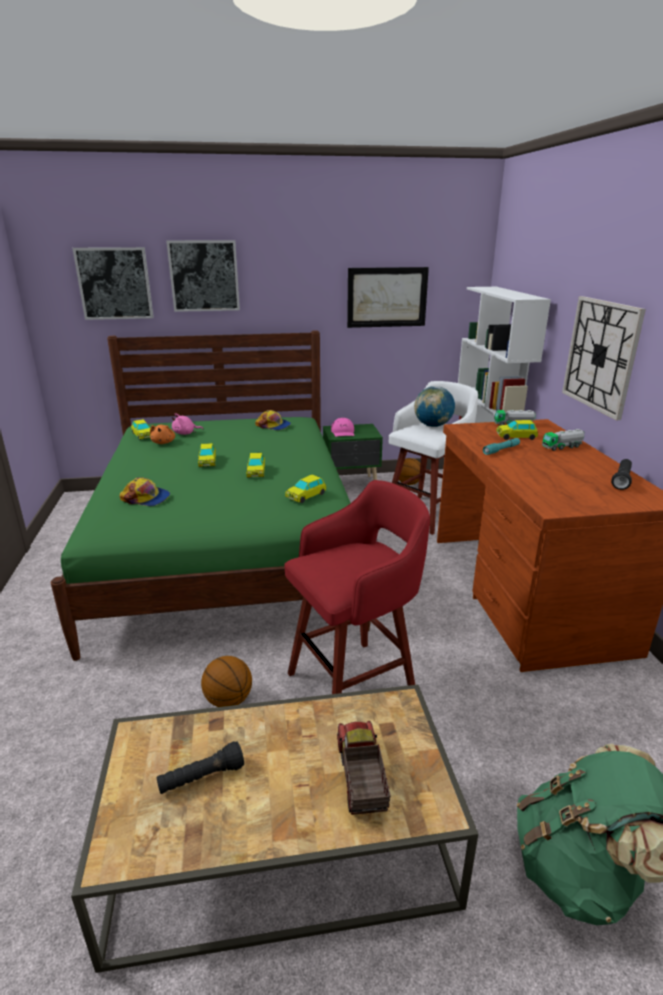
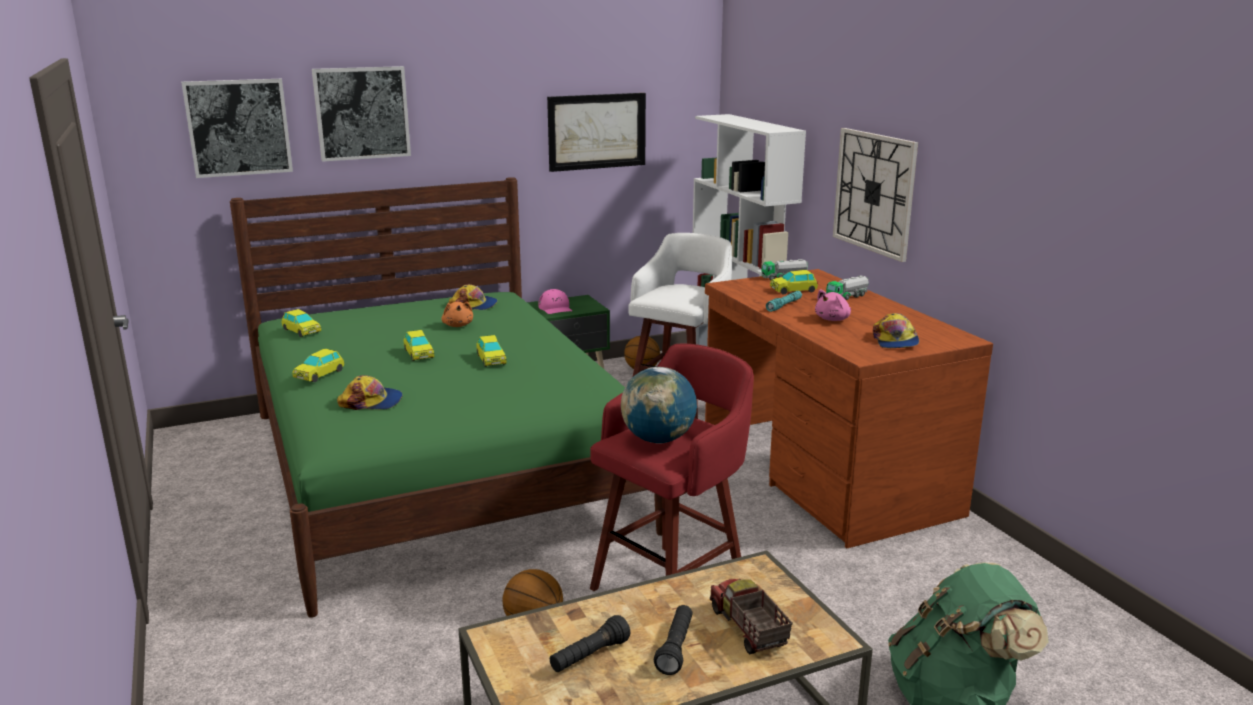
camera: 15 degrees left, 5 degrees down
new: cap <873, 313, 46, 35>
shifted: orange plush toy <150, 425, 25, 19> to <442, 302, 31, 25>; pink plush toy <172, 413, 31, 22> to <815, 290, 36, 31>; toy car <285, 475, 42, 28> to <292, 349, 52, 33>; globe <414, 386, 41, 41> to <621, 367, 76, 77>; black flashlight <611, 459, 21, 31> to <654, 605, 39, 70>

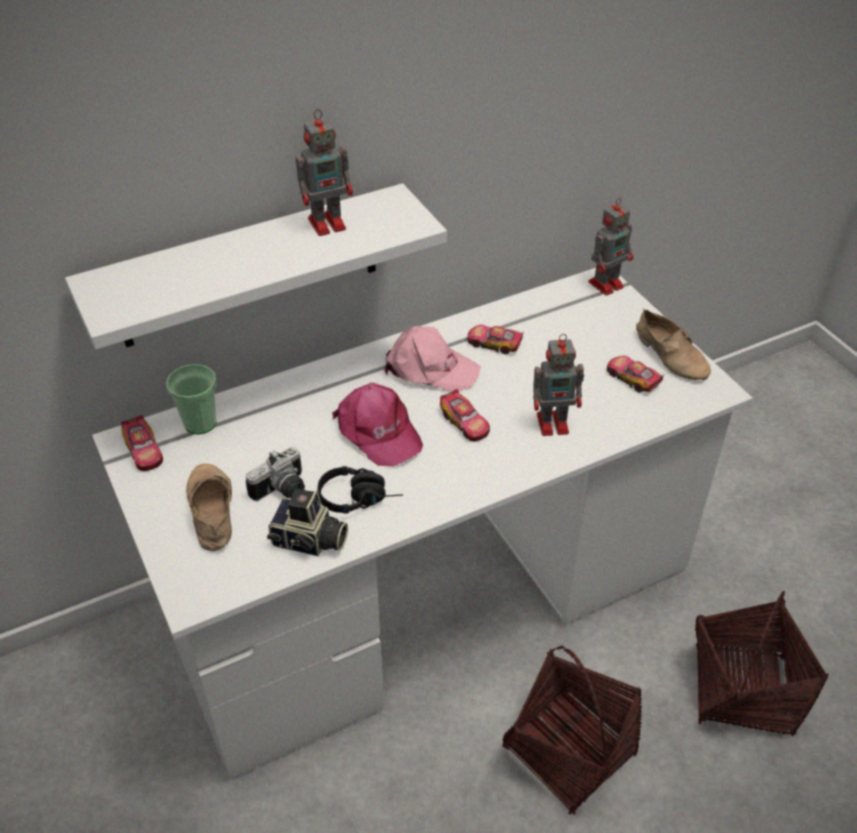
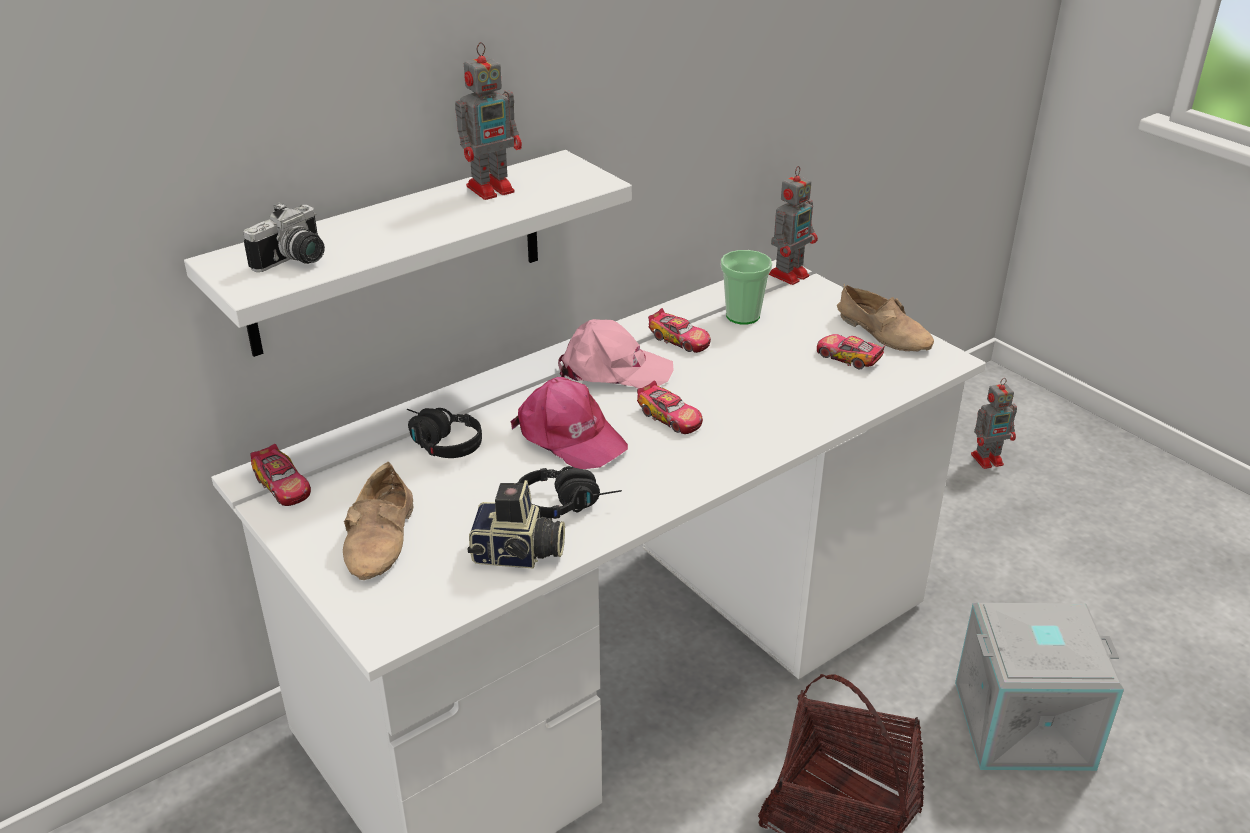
camera: 10 degrees left, 10 degrees down
new: black headphones <407, 408, 75, 50>
shifted: cup <166, 364, 51, 70> to <721, 250, 51, 75>; photo camera <246, 447, 59, 54> to <243, 203, 82, 69>; toy robot <533, 334, 51, 102> to <971, 378, 46, 91>
swapped: basket <695, 591, 133, 146> to grey storage box <955, 603, 169, 168>
rotated: beige shoe <186, 464, 46, 87> = <343, 462, 70, 118> 150 degrees counterclockwise; toy car <468, 325, 56, 29> = <648, 308, 63, 45> 150 degrees counterclockwise

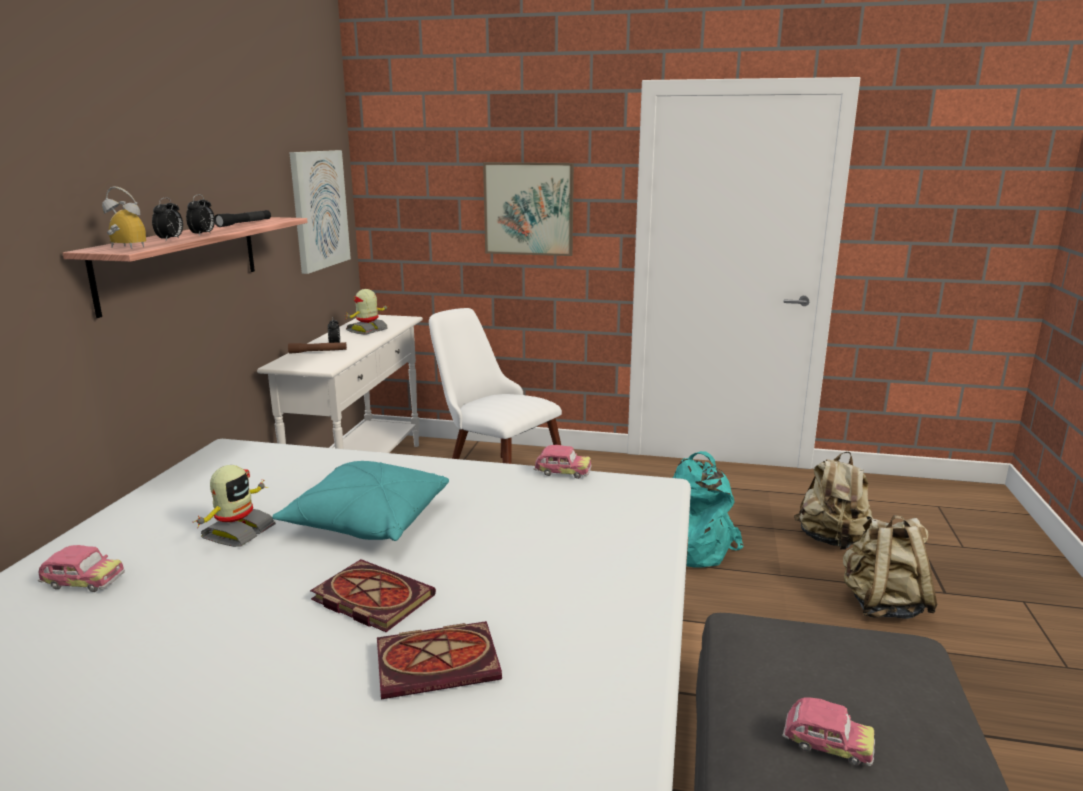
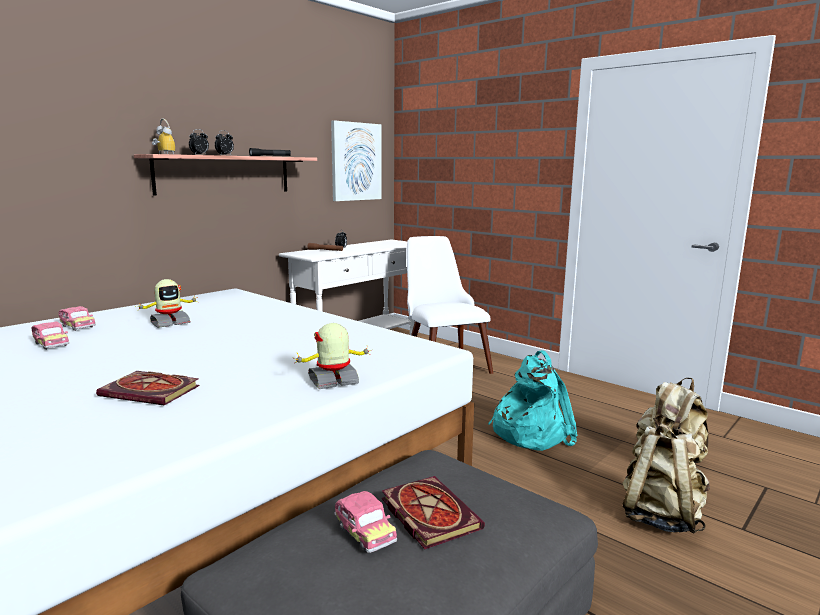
camera: 30 degrees right, 5 degrees down
gone: turquoise pillow <272, 461, 177, 80>; picture <483, 162, 91, 94>
shifted: book <310, 559, 126, 73> to <382, 476, 103, 73>; toy robot <345, 289, 43, 46> to <293, 323, 78, 66>; toy car <534, 445, 58, 34> to <31, 321, 38, 29>

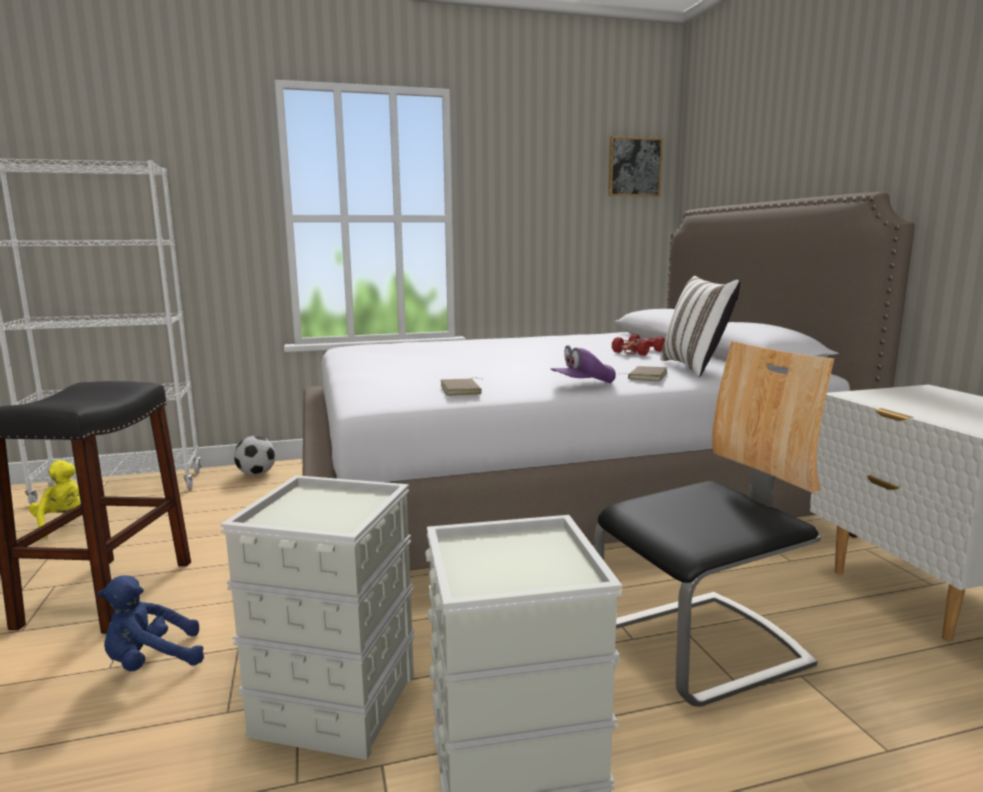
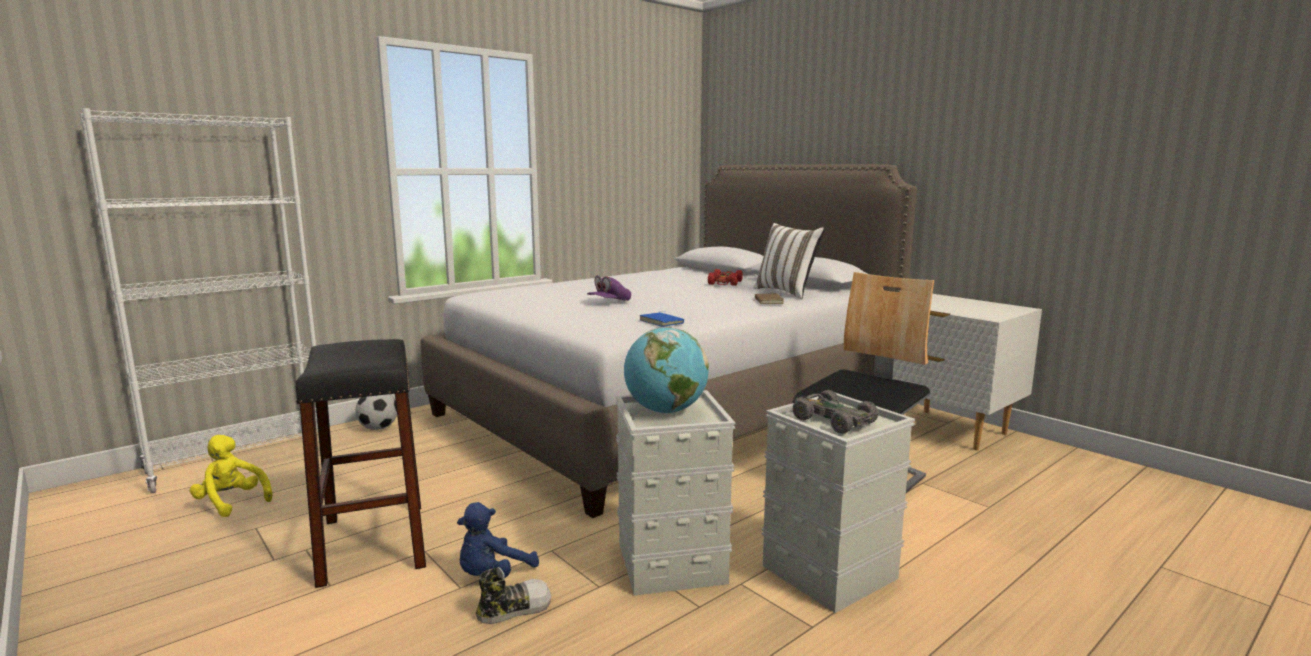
camera: 25 degrees left, 0 degrees up
gone: picture <608, 136, 55, 61>
new: shoe <476, 567, 75, 57>; globe <624, 327, 85, 86>; grey toy car <793, 390, 86, 44>
shifted: purple cap <551, 345, 65, 38> to <587, 275, 44, 26>
repainted: brown book <441, 377, 40, 19> to blue book <640, 311, 44, 16>

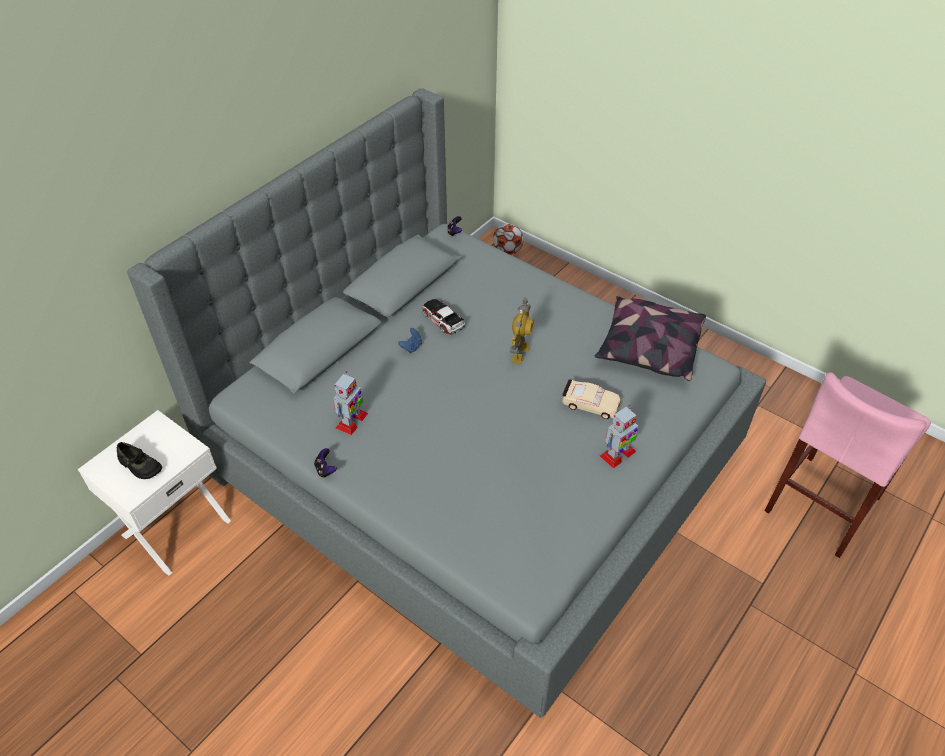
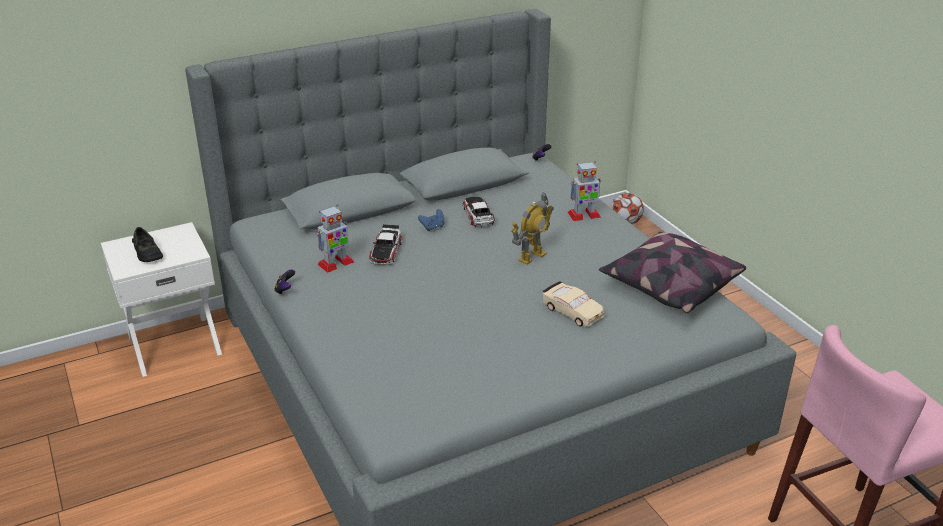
camera: 25 degrees right, 15 degrees down
new: toy car <369, 224, 33, 41>
shifted: toy robot <600, 405, 38, 63> to <568, 161, 33, 60>

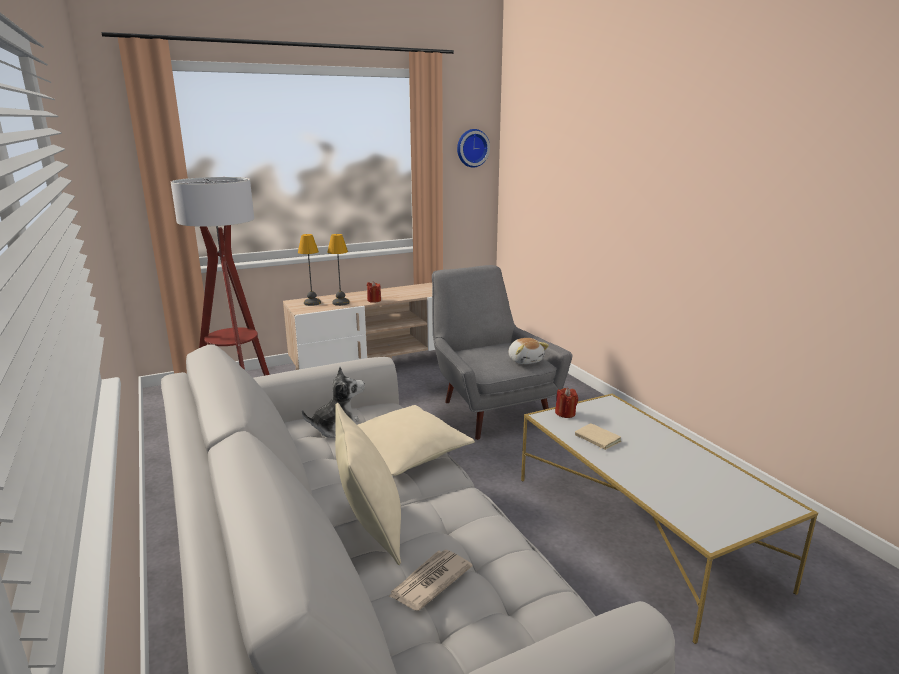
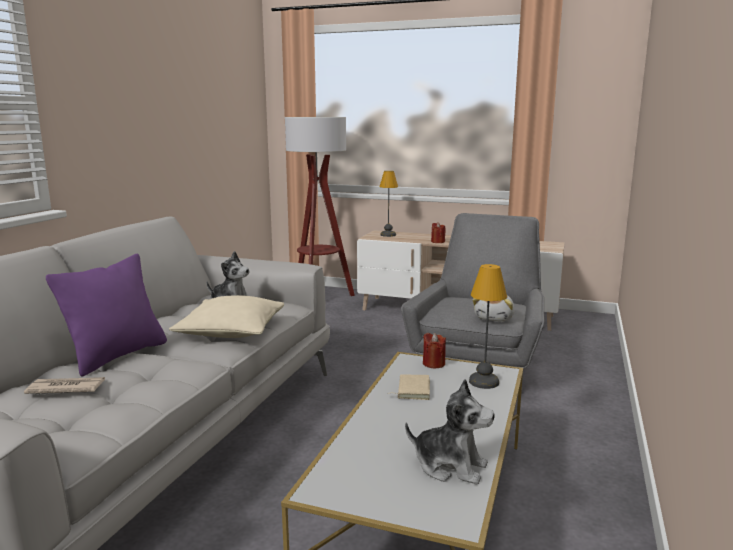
camera: 45 degrees right, 5 degrees down
gone: wall clock <457, 129, 33, 39>
new: plush toy <405, 379, 89, 106>
shifted: table lamp <327, 234, 23, 72> to <469, 264, 38, 125>
repainted: beige pillow <335, 403, 66, 162> to purple pillow <46, 254, 121, 123>

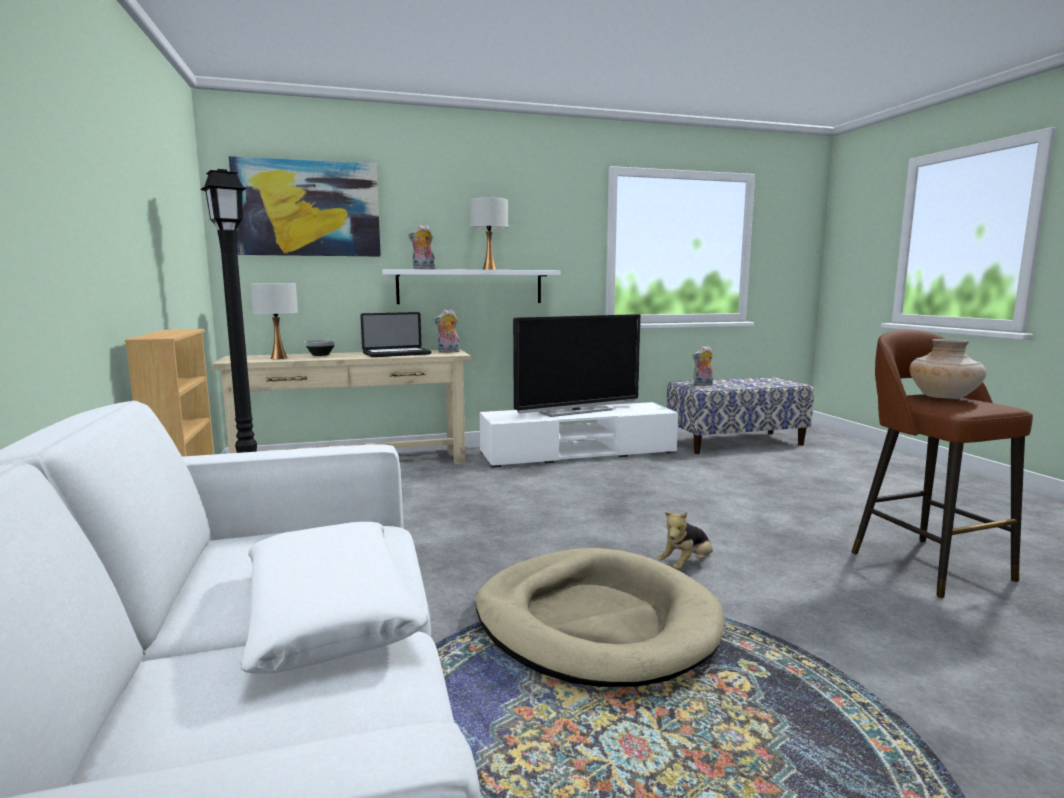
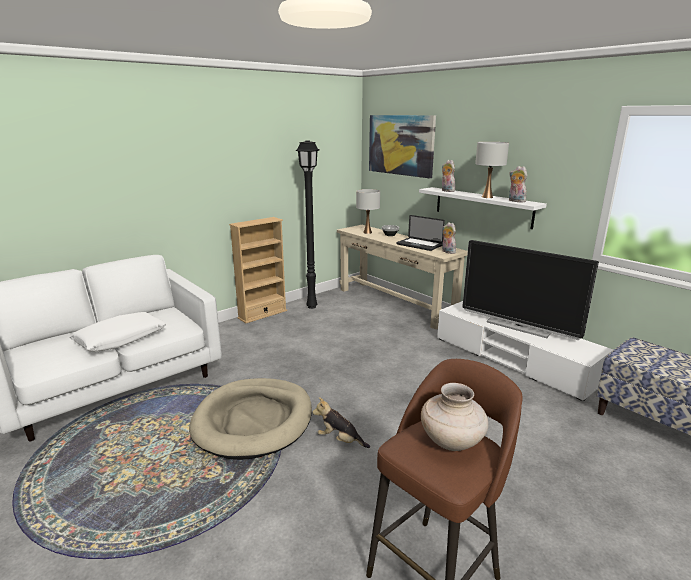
camera: 65 degrees right, 10 degrees up
shifted: plush toy <692, 346, 21, 40> to <509, 166, 18, 36>

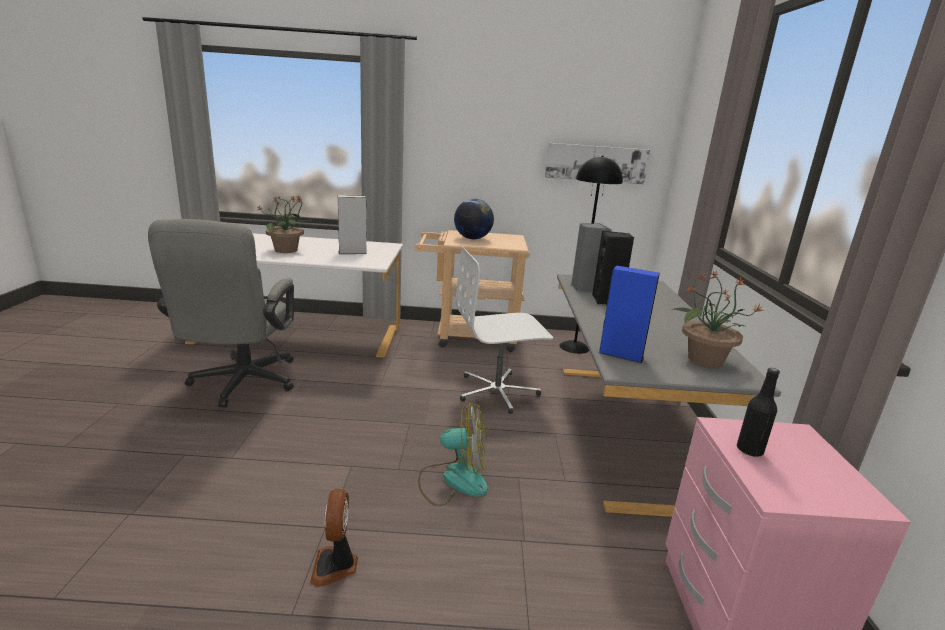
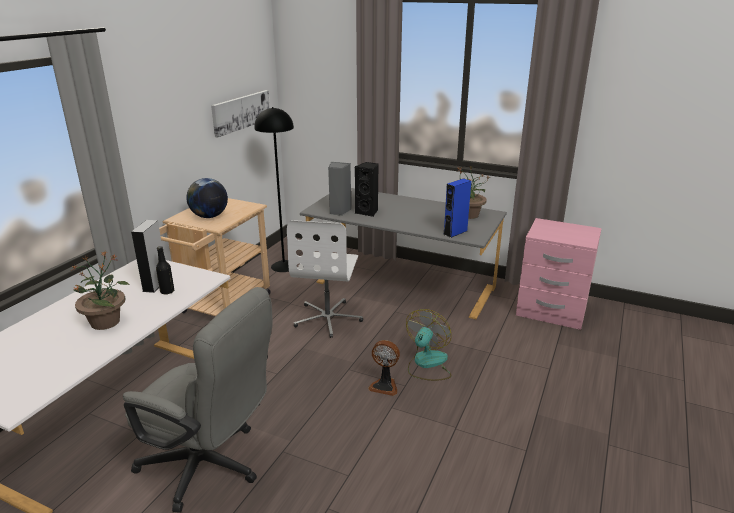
camera: 65 degrees left, 5 degrees up
shifted: fan <310, 489, 48, 98> to <368, 340, 32, 56>; black bottle <737, 368, 43, 89> to <156, 246, 18, 49>

